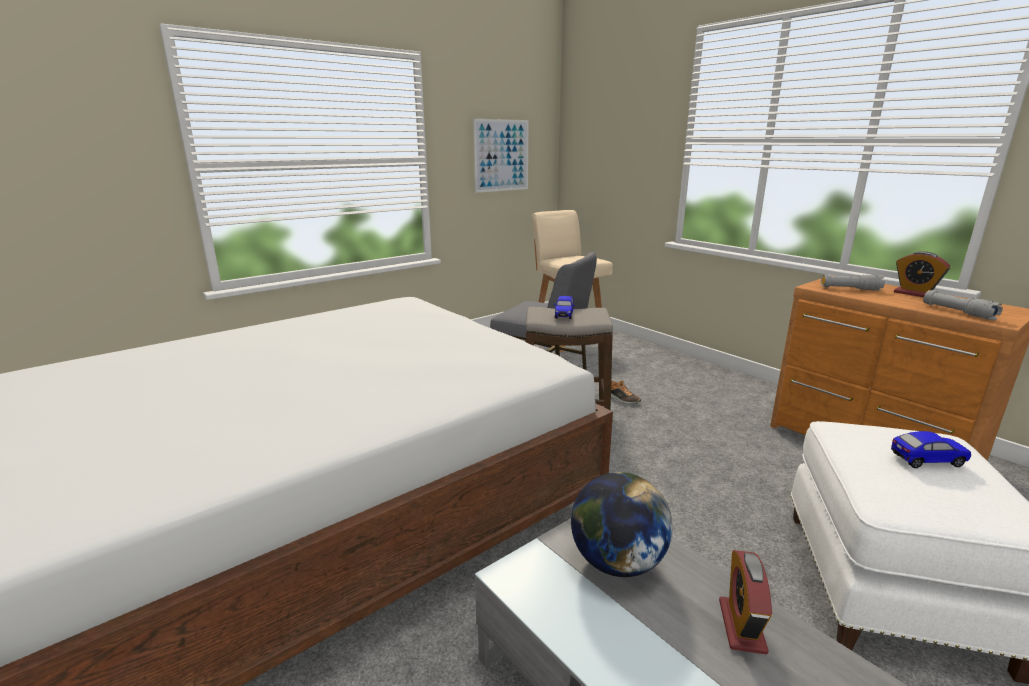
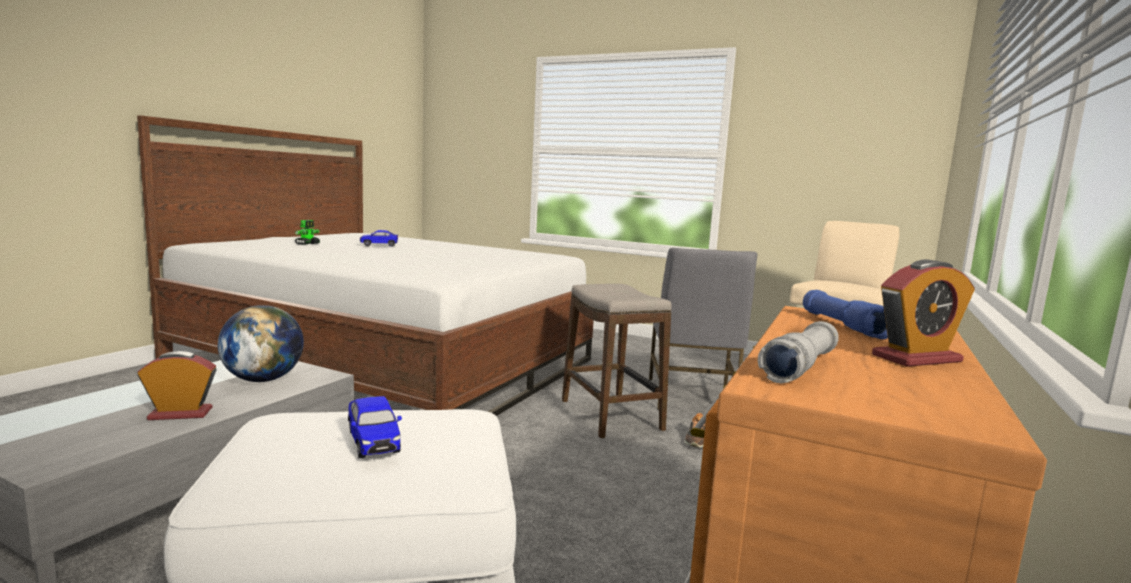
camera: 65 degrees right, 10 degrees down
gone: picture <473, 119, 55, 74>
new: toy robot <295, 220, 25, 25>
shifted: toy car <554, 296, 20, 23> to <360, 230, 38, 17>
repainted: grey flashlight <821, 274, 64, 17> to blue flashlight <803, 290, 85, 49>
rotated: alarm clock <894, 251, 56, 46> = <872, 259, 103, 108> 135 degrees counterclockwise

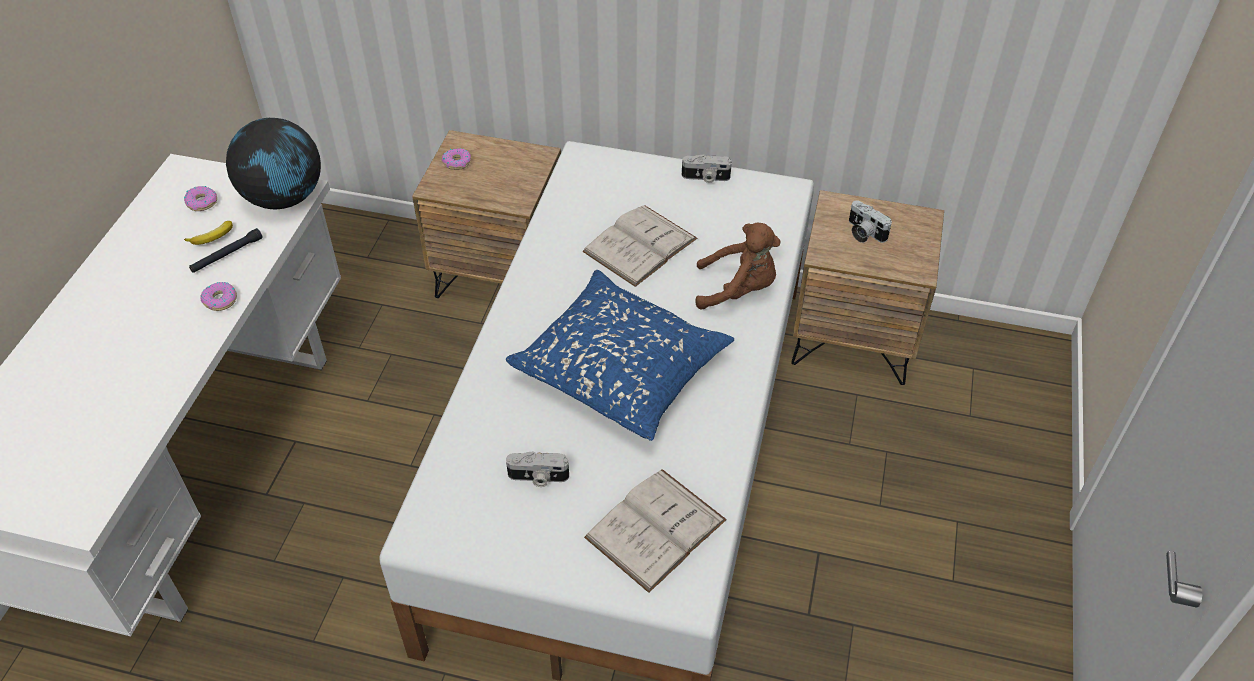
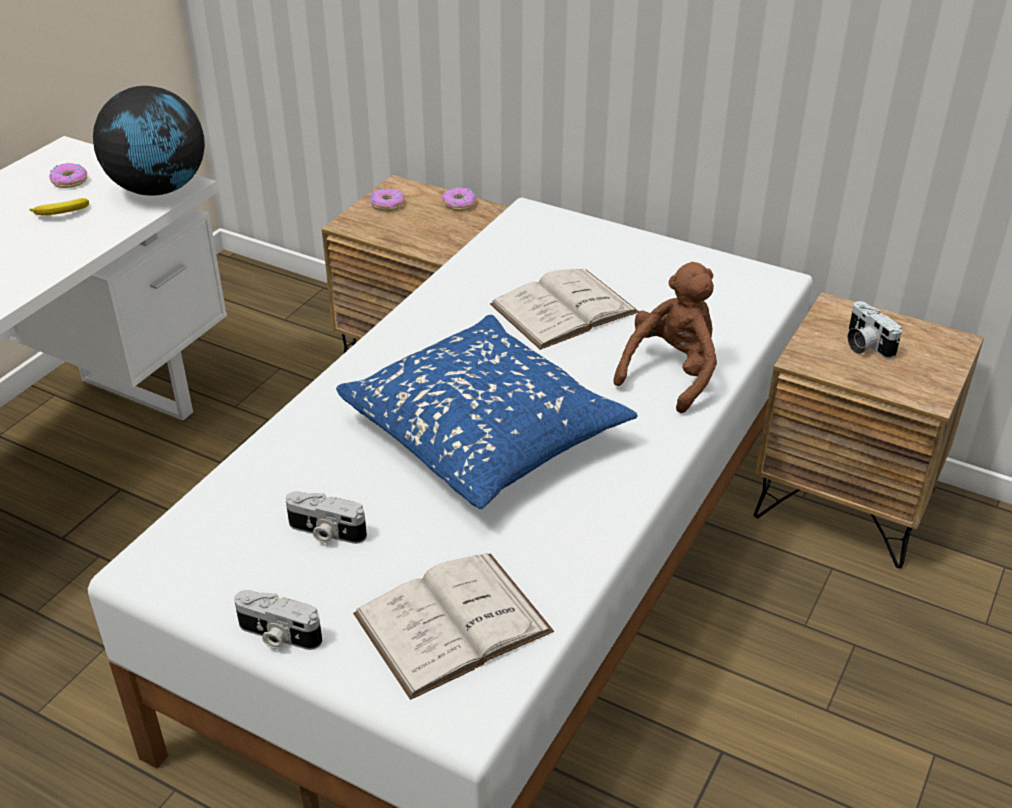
camera: 15 degrees right, 10 degrees down
gone: black flashlight <189, 228, 74, 45>
shifted: donut <200, 282, 37, 29> to <442, 188, 34, 23>; photo camera <682, 154, 50, 29> to <234, 590, 88, 60>
rotated: brown plush toy <695, 223, 86, 87> = <613, 262, 104, 151> 75 degrees counterclockwise

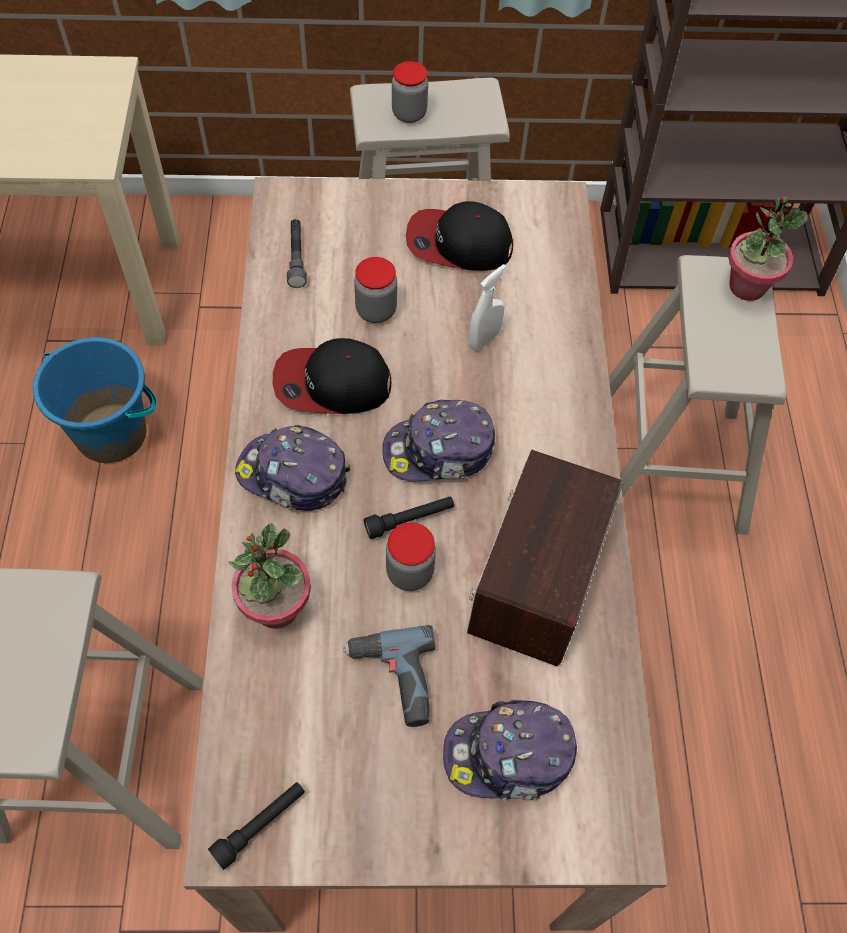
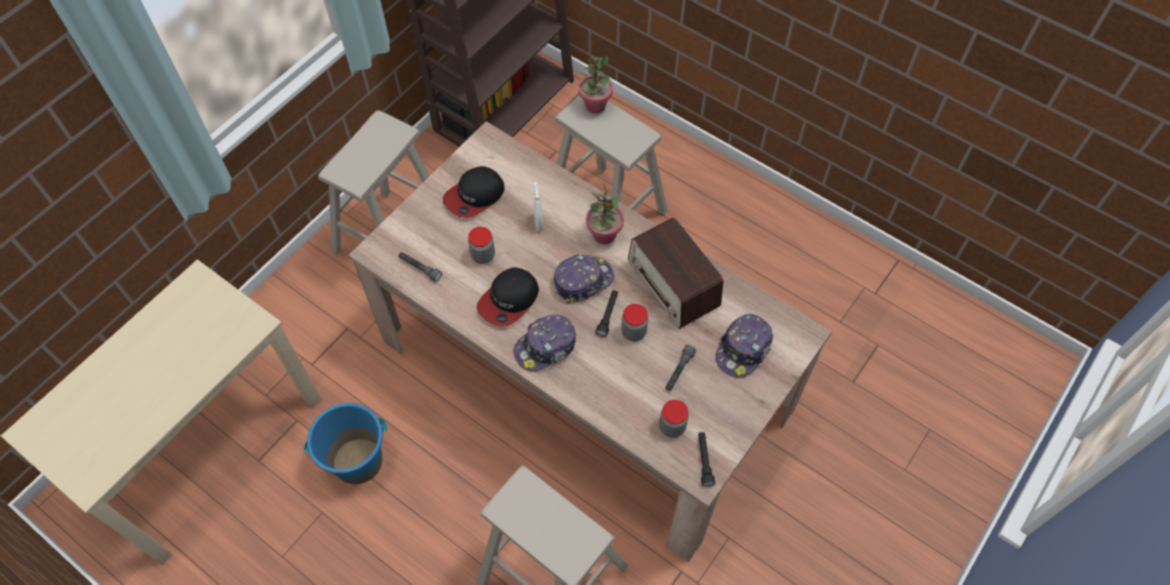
camera: 50 degrees left, 0 degrees up
shifted: potted plant <228, 523, 83, 106> to <586, 184, 38, 60>; jar <392, 61, 36, 62> to <659, 400, 30, 38>
swapped: power drill <343, 625, 92, 102> to grey flashlight <666, 345, 30, 46>
rotated: cap <382, 400, 113, 82> = <554, 254, 60, 50> 150 degrees counterclockwise

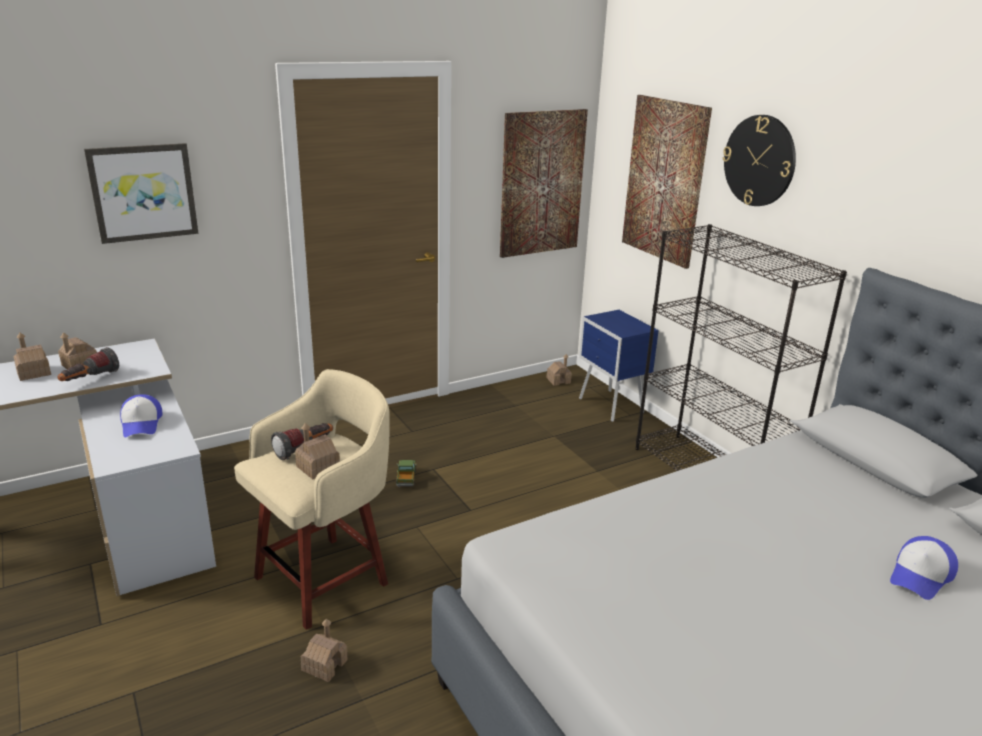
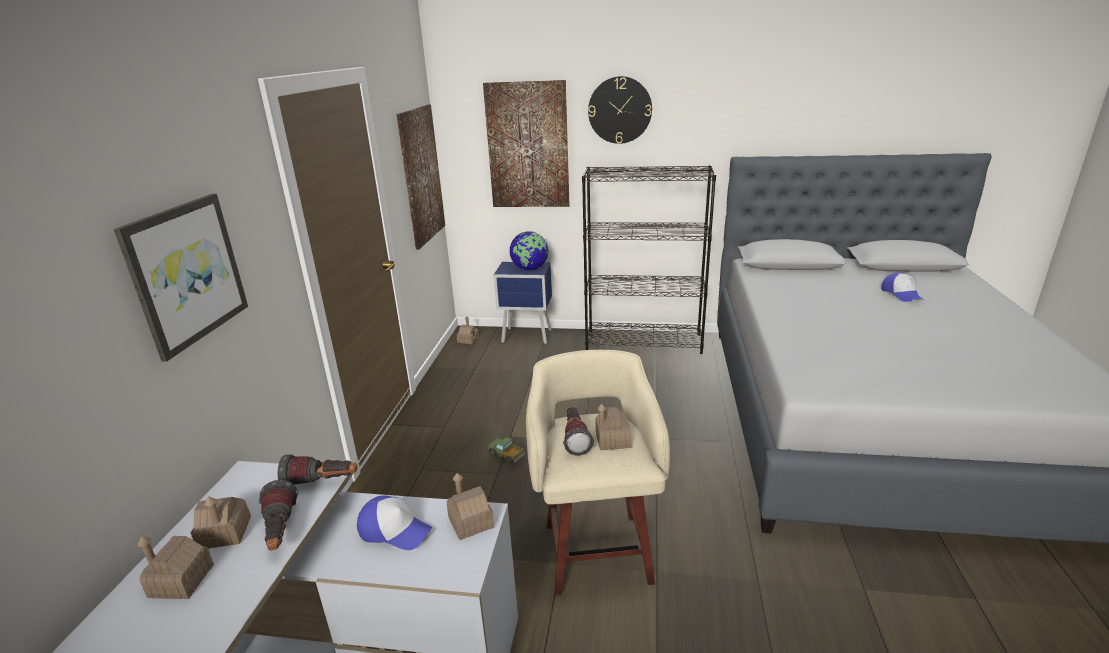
camera: 50 degrees left, 0 degrees up
new: flashlight <277, 454, 80, 31>; globe <510, 231, 38, 40>
shifted: toy house <301, 619, 47, 63> to <447, 473, 47, 67>

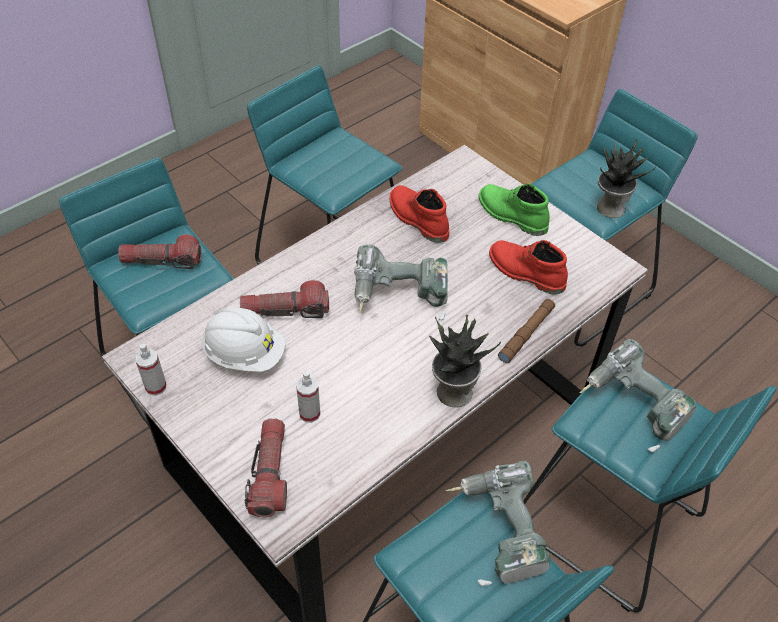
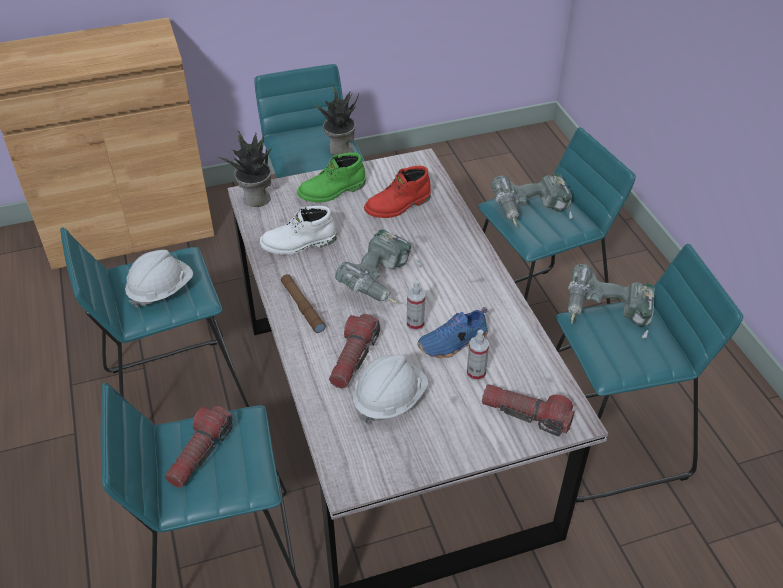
camera: 65 degrees left, 5 degrees down
new: white hard hat <125, 250, 68, 58>; blue shoe <417, 307, 71, 51>
shifted: spray bottle <136, 344, 30, 52> to <407, 280, 18, 51>; potted plant <429, 315, 72, 92> to <216, 131, 56, 76>; brown flashlight <498, 299, 57, 64> to <281, 274, 45, 59>
repainted: red boot <389, 185, 60, 58> to white boot <260, 206, 77, 49>

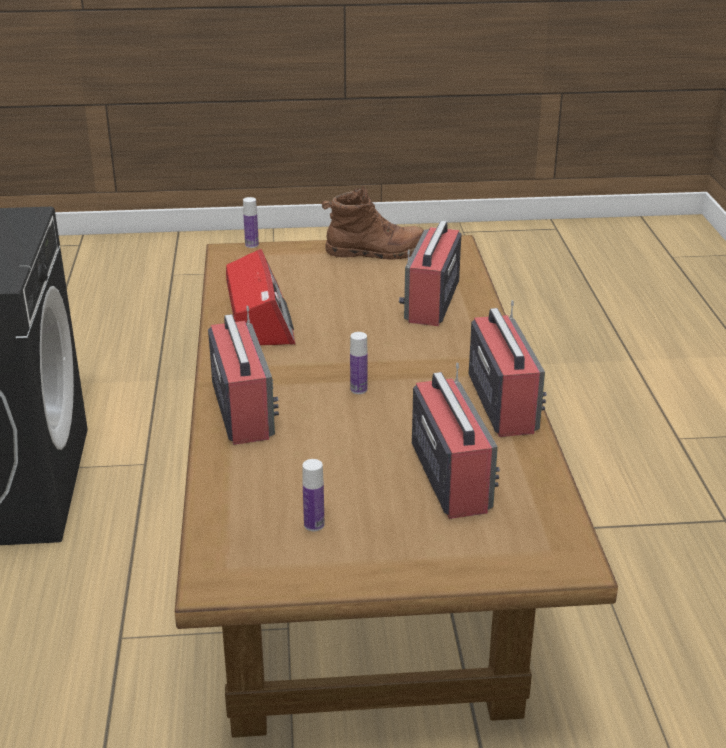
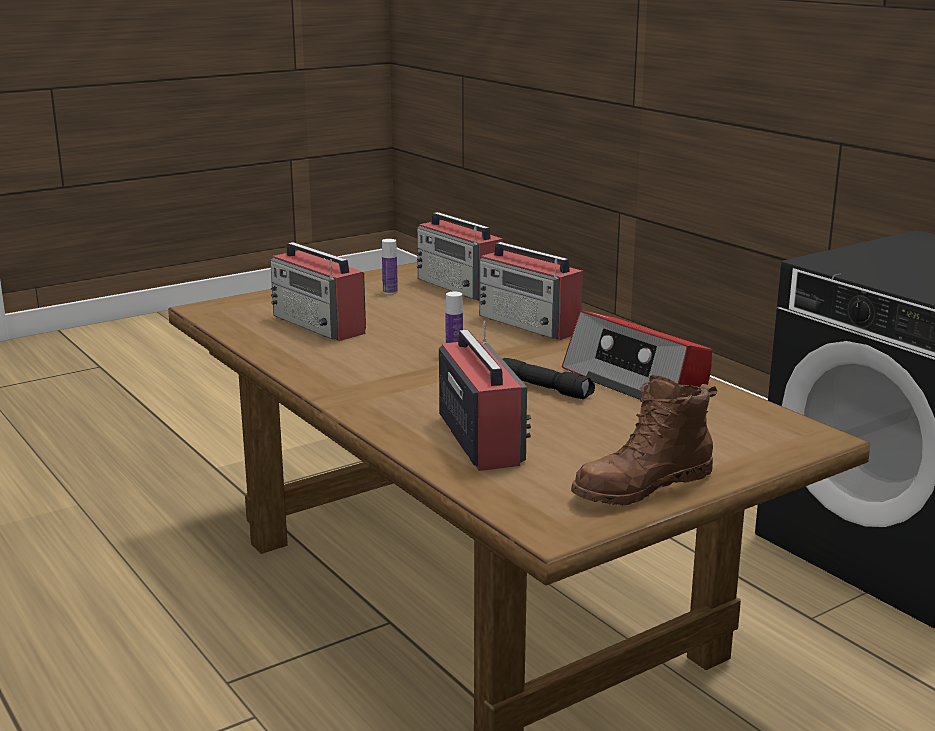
camera: 150 degrees right, 10 degrees down
gone: bottle <243, 197, 16, 51>
new: black flashlight <503, 358, 92, 41>
shifted: radio <468, 300, 79, 137> to <417, 212, 87, 89>

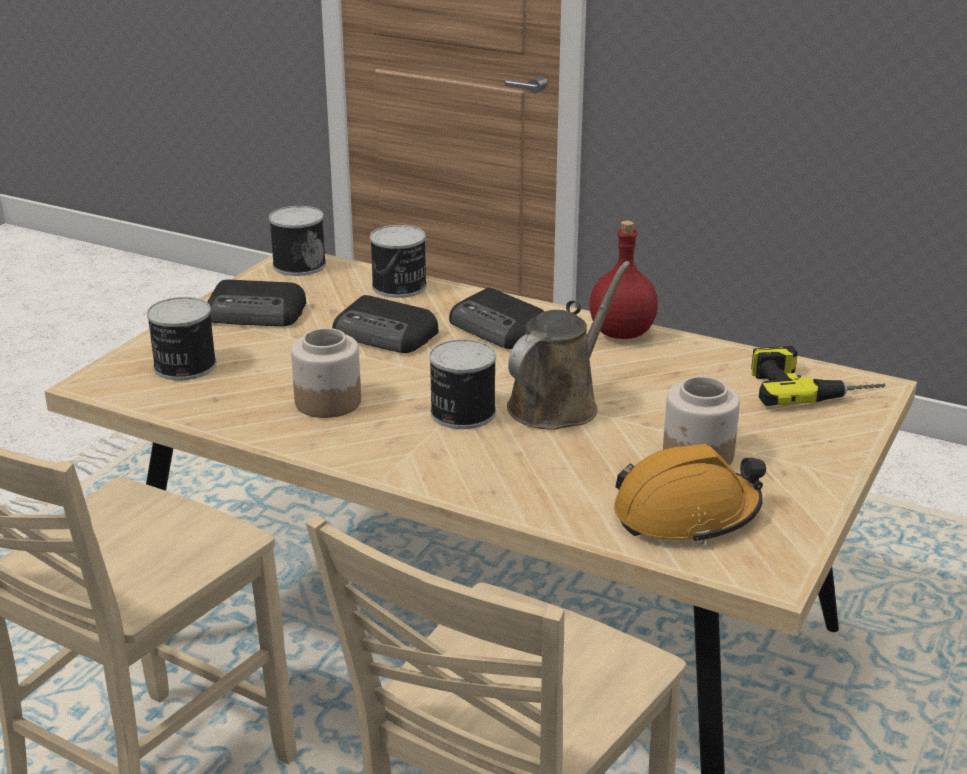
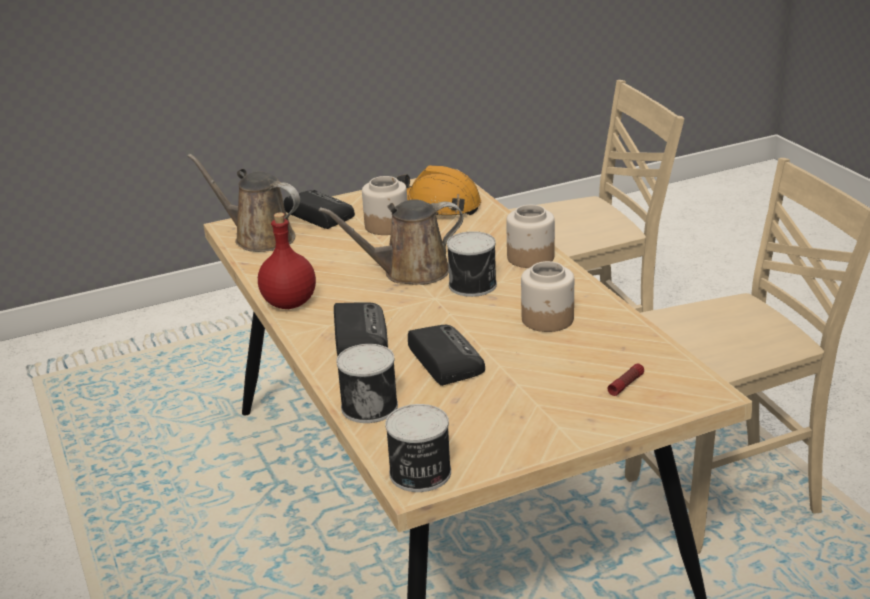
camera: 140 degrees left, 0 degrees up
new: jar <506, 205, 49, 63>
shifted: radio <208, 280, 98, 46> to <284, 190, 71, 39>
swapped: can <147, 297, 69, 83> to flashlight <608, 363, 36, 33>; power drill <751, 346, 135, 60> to brown watering can <187, 154, 113, 98>

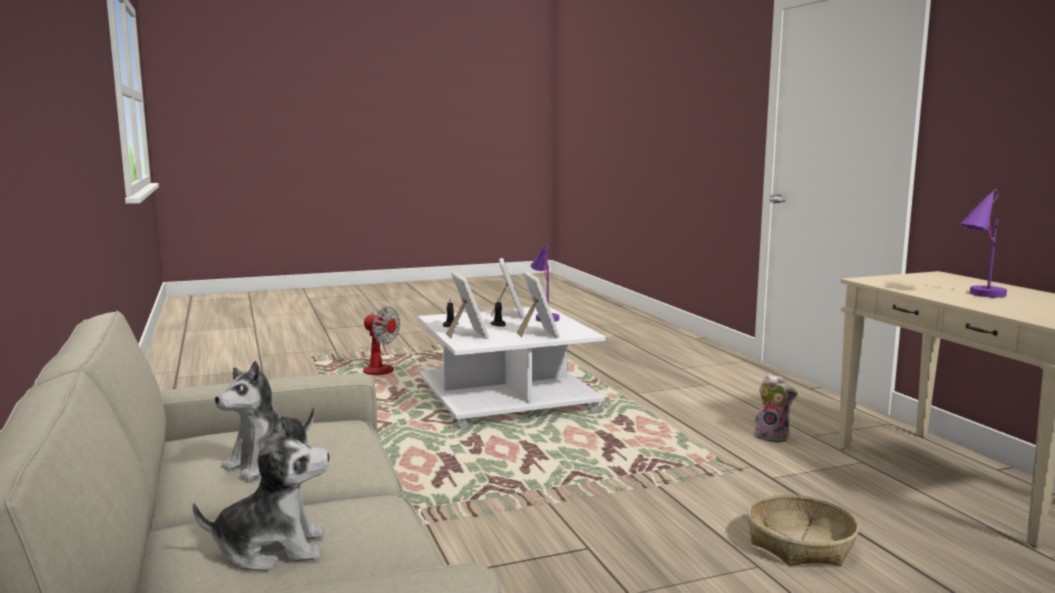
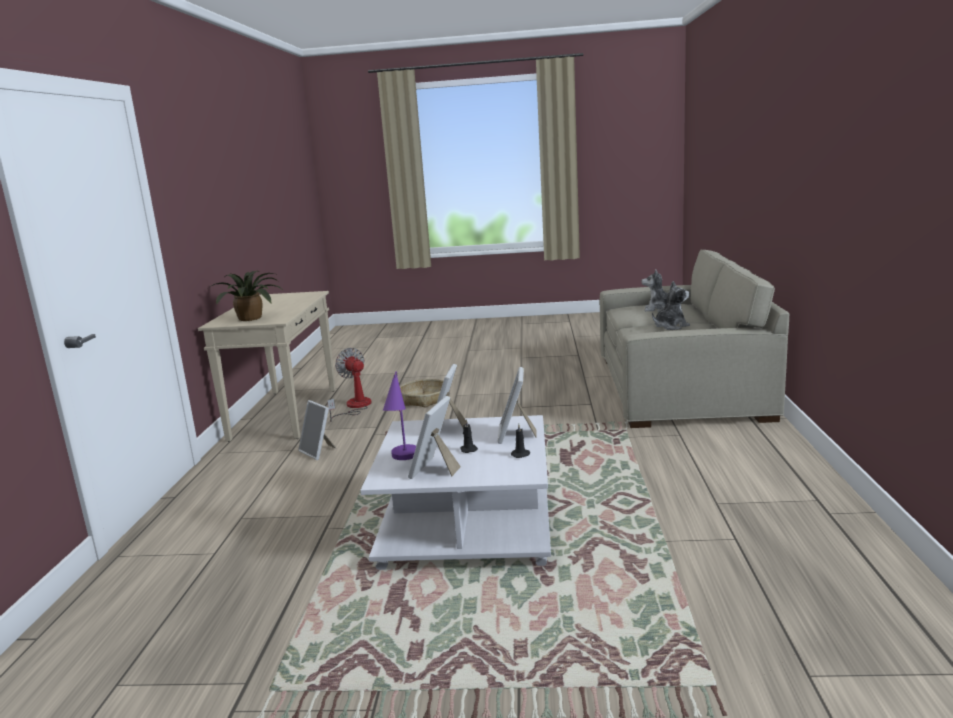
camera: 155 degrees left, 5 degrees up
gone: purple table lamp <959, 190, 48, 108>
new: potted plant <211, 271, 73, 50>
shifted: fan <362, 306, 39, 69> to <327, 348, 45, 74>
swapped: plush toy <754, 374, 43, 69> to picture frame <298, 400, 39, 60>

